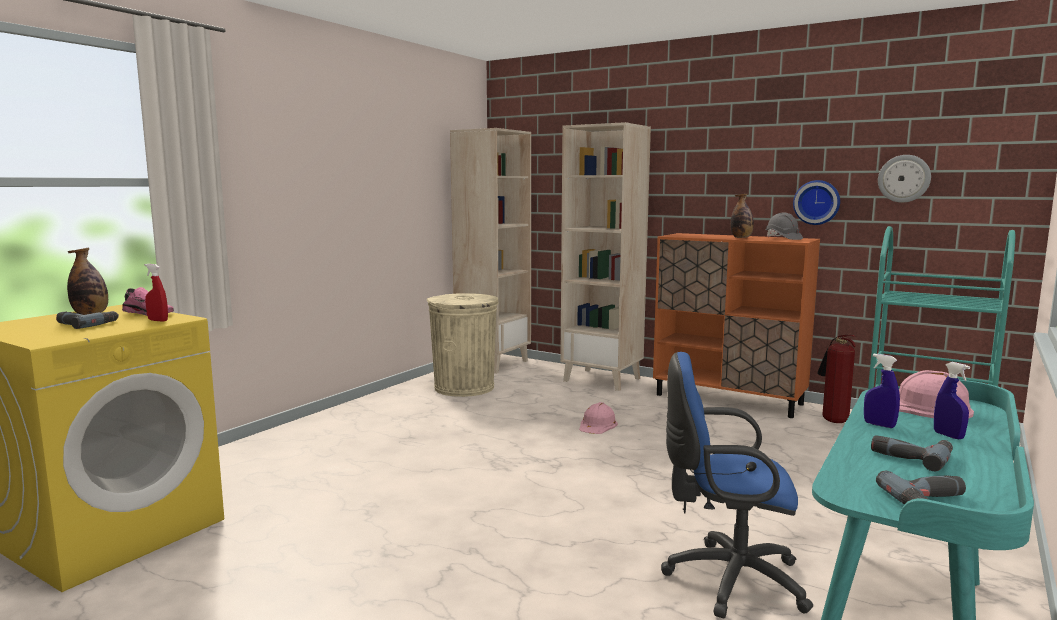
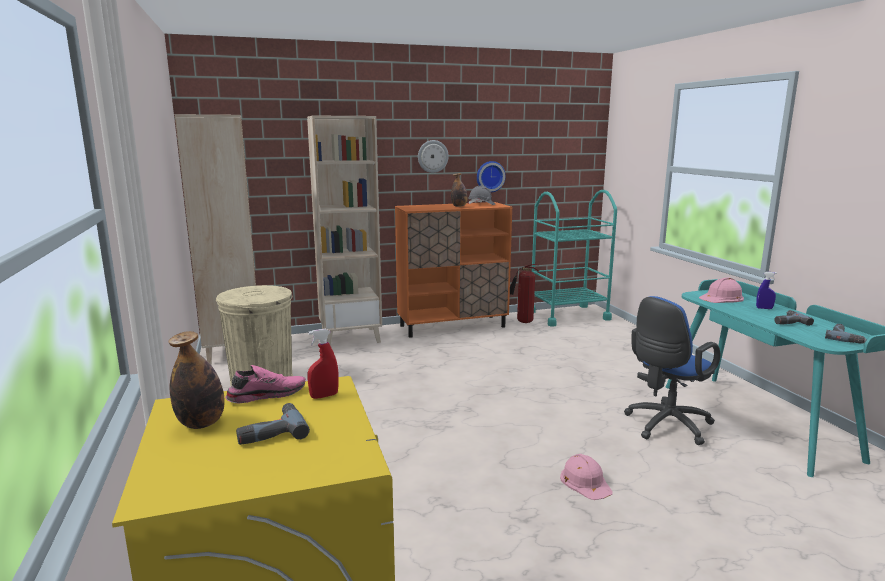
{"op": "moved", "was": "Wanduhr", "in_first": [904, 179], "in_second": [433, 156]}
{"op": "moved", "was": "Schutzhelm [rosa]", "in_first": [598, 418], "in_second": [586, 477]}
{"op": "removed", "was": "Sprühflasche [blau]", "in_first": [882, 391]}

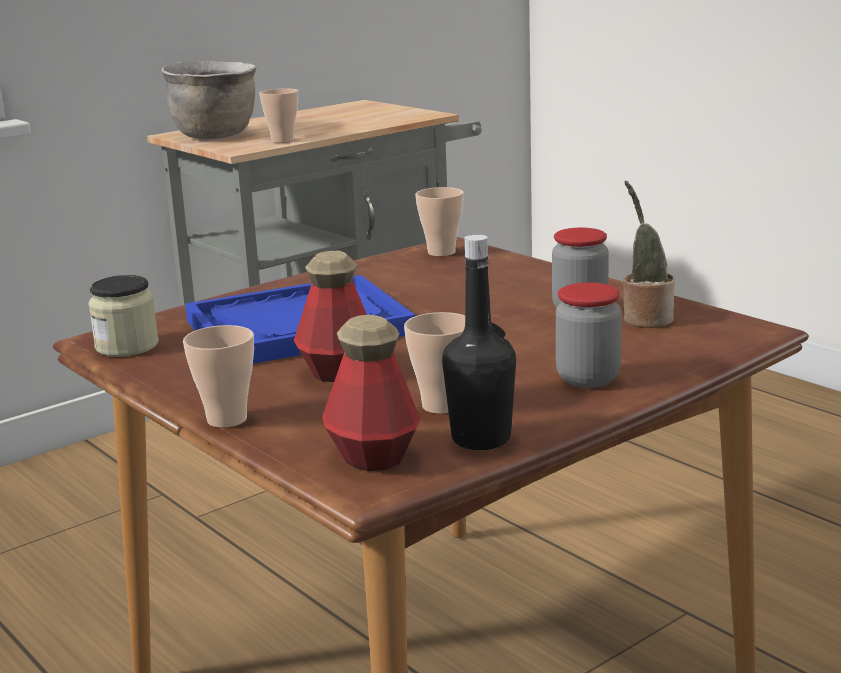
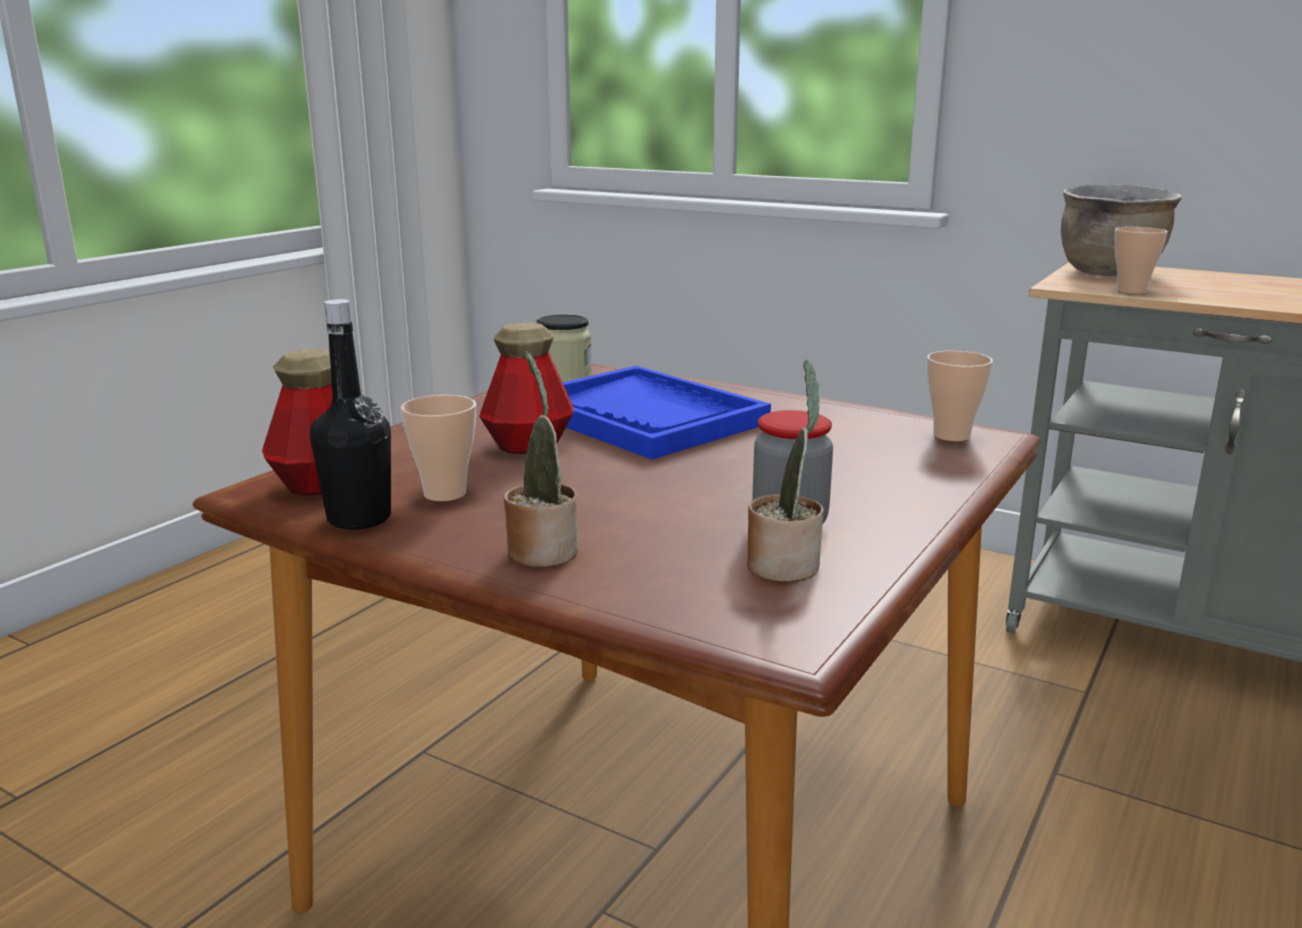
{"op": "replaced", "was": "Vorratsglas", "now": "Topfpflanze", "in_first": [589, 335], "in_second": [541, 459]}
{"op": "removed", "was": "Tasse", "in_first": [218, 376]}

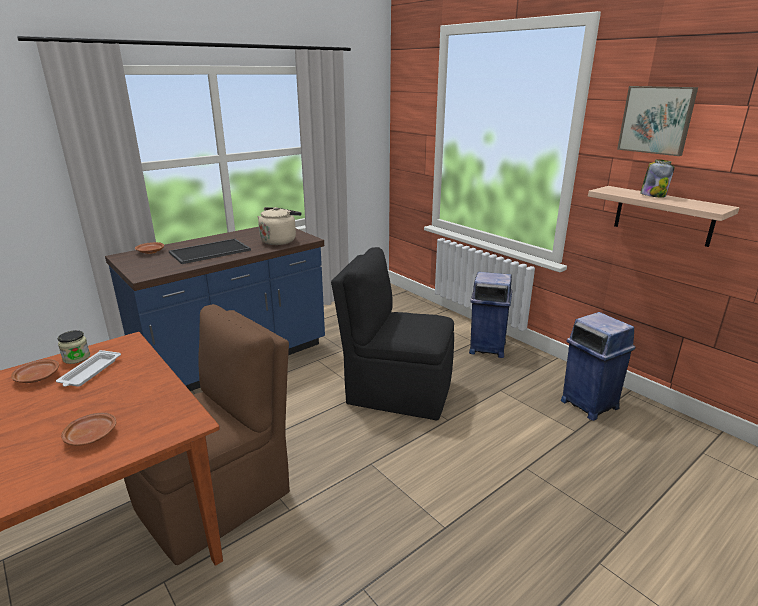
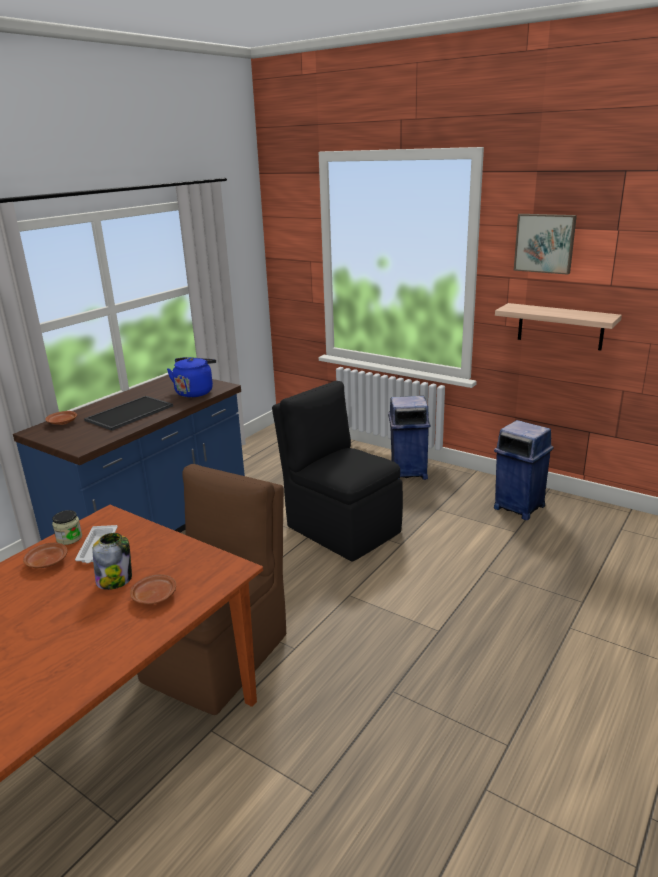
{"op": "moved", "was": "Vorratsglas", "in_first": [657, 178], "in_second": [112, 561]}
{"op": "recoloured", "was": "Wasserkessel [beige]", "now": "Wasserkessel [blau]", "in_first": [279, 226], "in_second": [191, 377]}
{"op": "turned", "was": "Stuhl [schwarz]", "in_first": [392, 333], "in_second": [337, 471], "clockwise": 45}

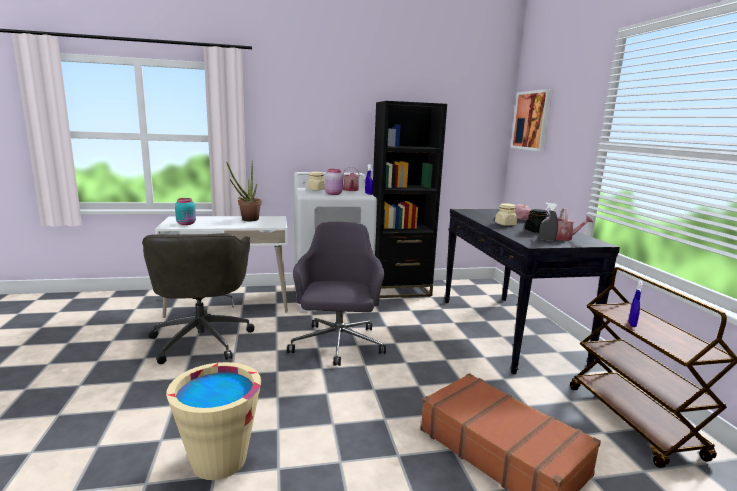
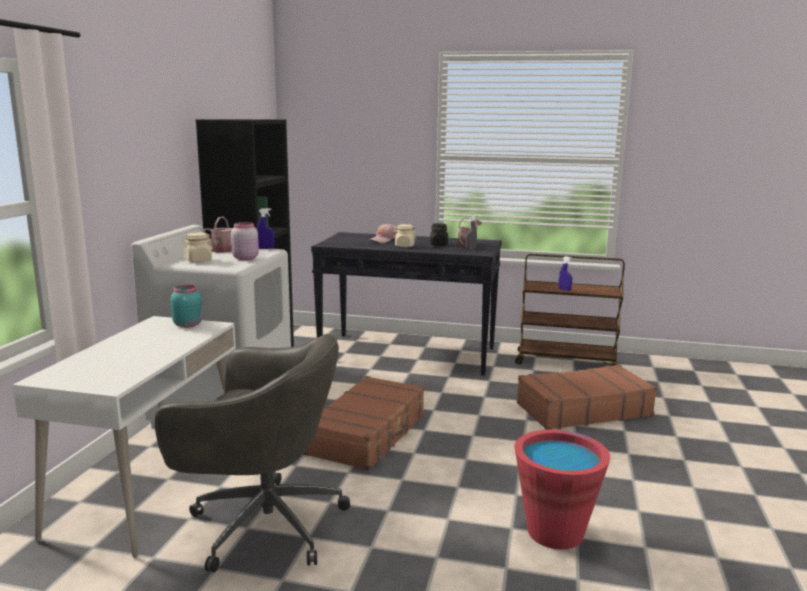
{"op": "moved", "was": "Vorratsglas [türkis]", "in_first": [185, 211], "in_second": [186, 306]}
{"op": "replaced", "was": "Bürostuhl [grau]", "now": "Koffer [braun]", "in_first": [336, 294], "in_second": [364, 423]}
{"op": "recoloured", "was": "Eimer [beige]", "now": "Eimer [rot]", "in_first": [213, 421], "in_second": [562, 489]}
{"op": "removed", "was": "Topfpflanze", "in_first": [244, 191]}
{"op": "removed", "was": "Bild", "in_first": [531, 120]}

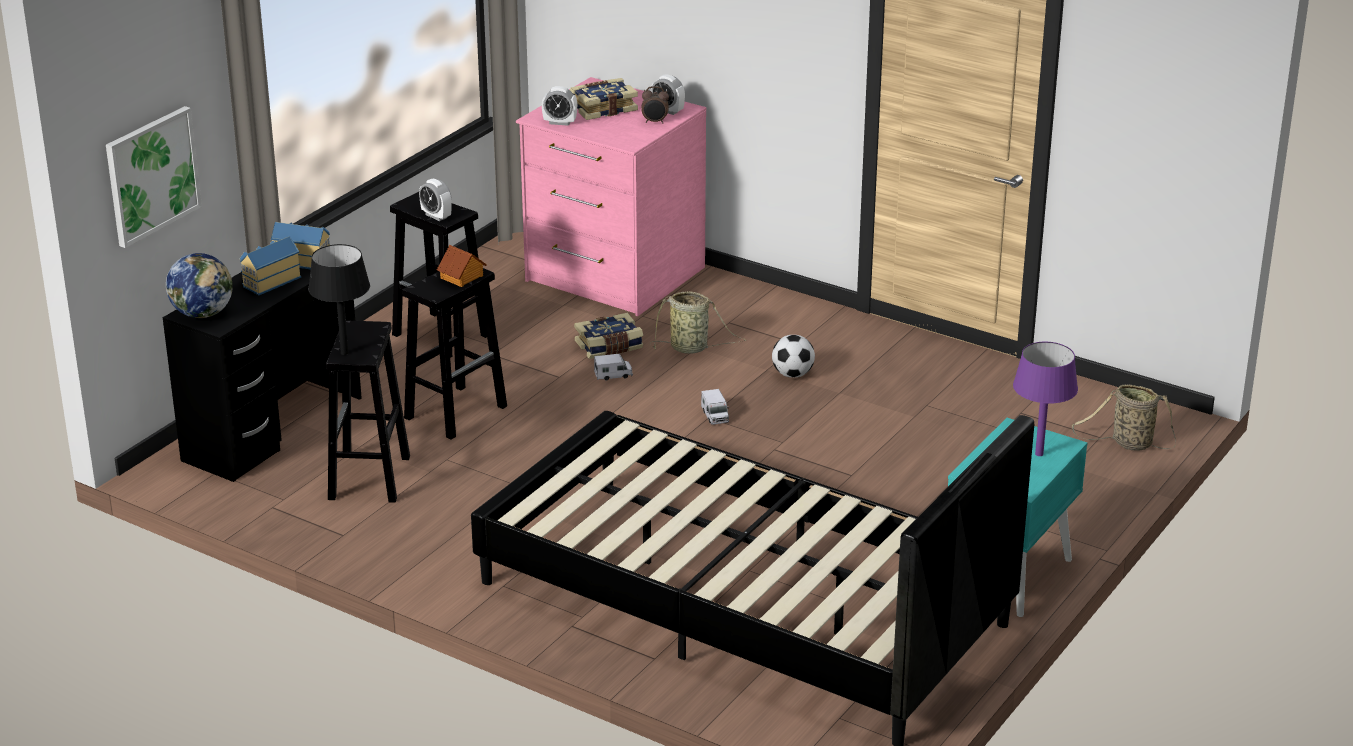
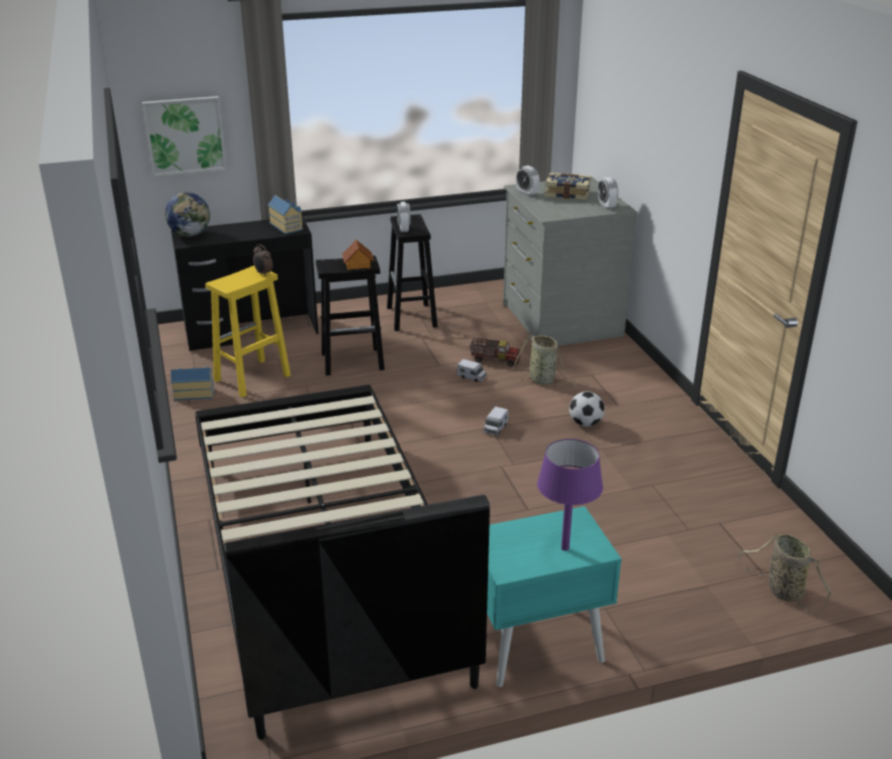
{"op": "moved", "was": "Spielzeughaus", "in_first": [270, 265], "in_second": [192, 384]}
{"op": "recoloured", "was": "Hocker [schwarz]", "now": "Hocker [gelb]", "in_first": [368, 412], "in_second": [248, 332]}
{"op": "moved", "was": "Wecker", "in_first": [655, 104], "in_second": [263, 260]}
{"op": "replaced", "was": "Buch", "now": "Spielzeuglaster", "in_first": [608, 336], "in_second": [495, 352]}
{"op": "recoloured", "was": "Kommode [rosa]", "now": "Kommode [grau]", "in_first": [611, 197], "in_second": [570, 261]}
{"op": "removed", "was": "Tischlampe [schwarz]", "in_first": [339, 299]}

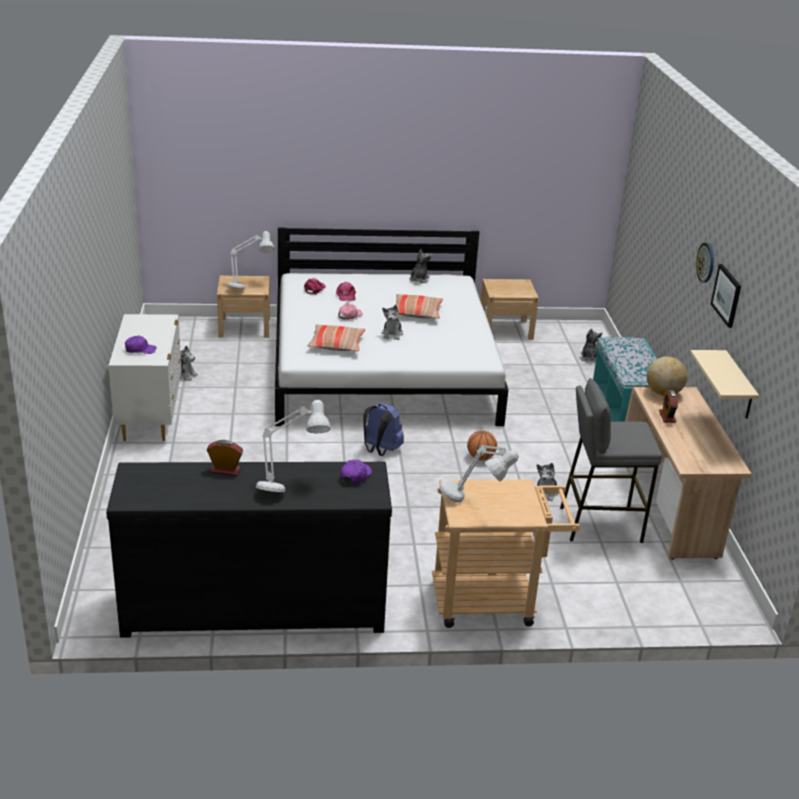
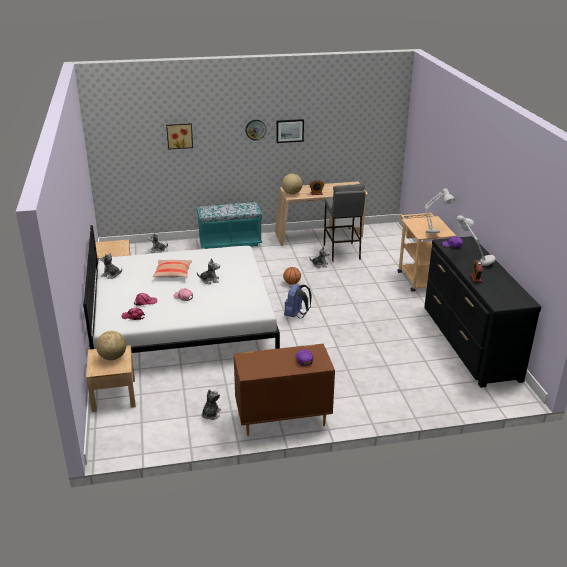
{"op": "replaced", "was": "Tischlampe [grau]", "now": "Globus", "in_first": [250, 260], "in_second": [111, 345]}
{"op": "added", "now": "Bild", "in_second": [179, 136]}
{"op": "recoloured", "was": "Kommode [weiß]", "now": "Kommode [braun]", "in_first": [145, 377], "in_second": [284, 390]}
{"op": "removed", "was": "Kissen", "in_first": [336, 338]}
{"op": "removed", "was": "Wandregal [beige]", "in_first": [724, 384]}

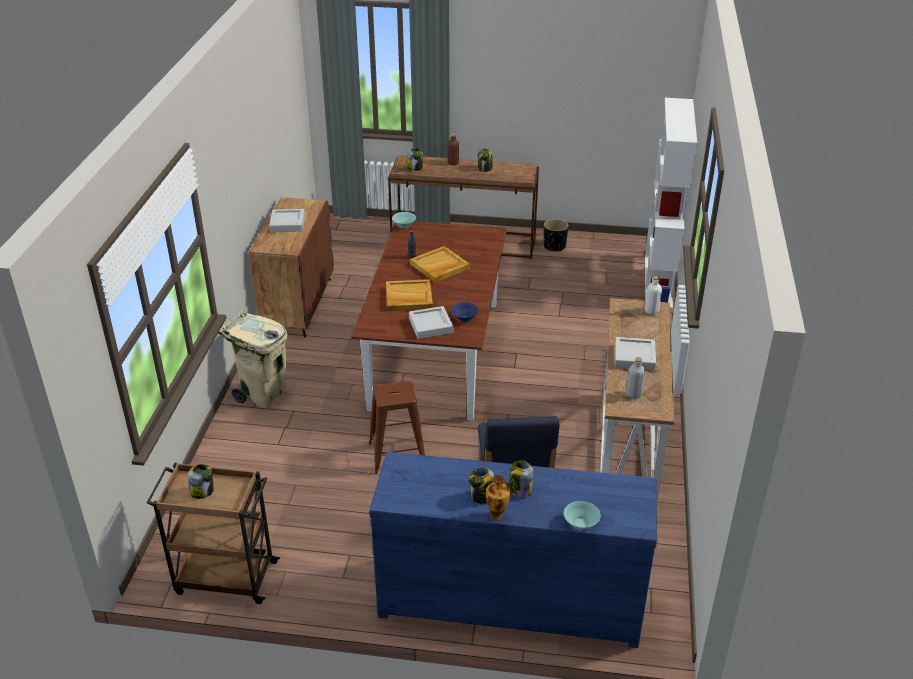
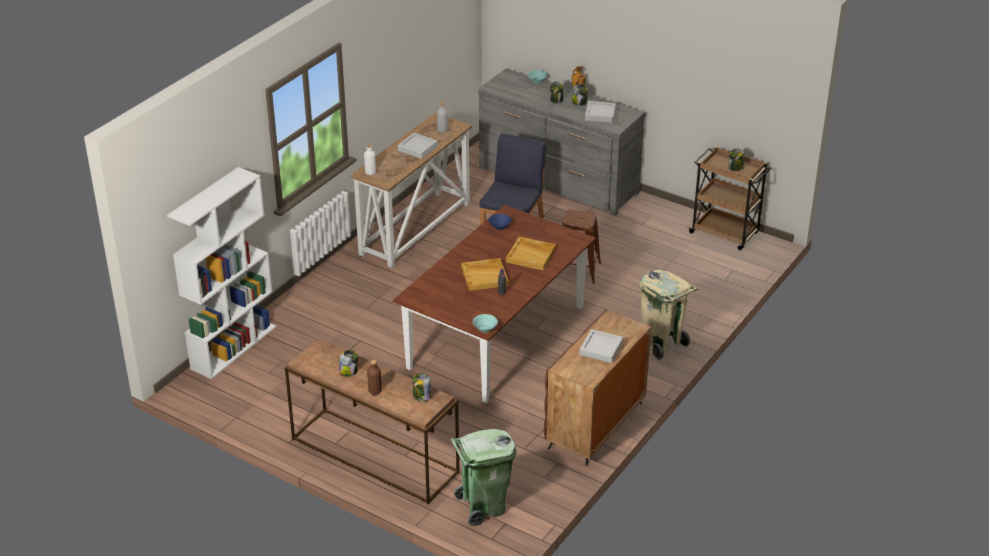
{"op": "added", "now": "Mülleimer [grün]", "in_second": [483, 478]}
{"op": "recoloured", "was": "Kommode [blau]", "now": "Kommode [grau]", "in_first": [513, 550], "in_second": [561, 142]}
{"op": "moved", "was": "Tablett [grau]", "in_first": [431, 322], "in_second": [600, 112]}
{"op": "removed", "was": "Pflanzkübel [schwarz]", "in_first": [556, 235]}

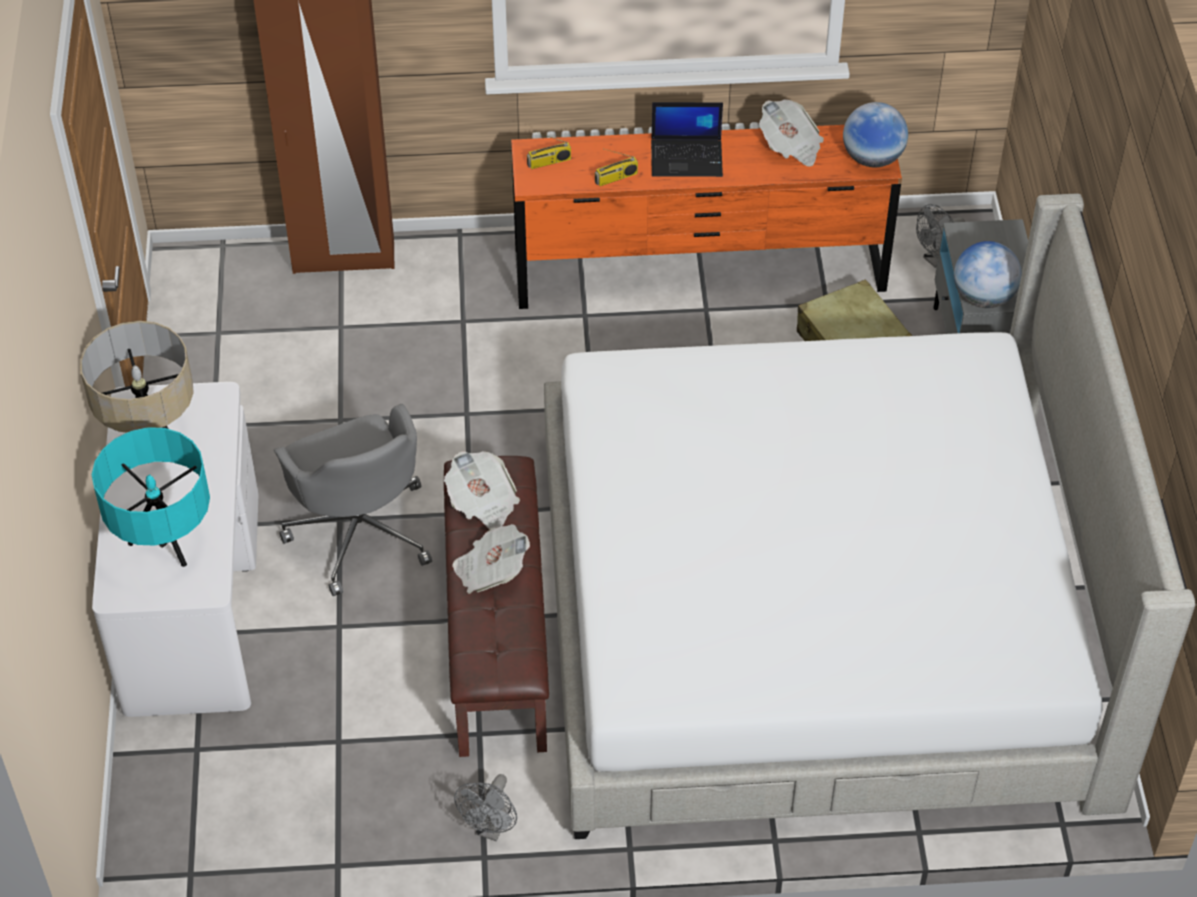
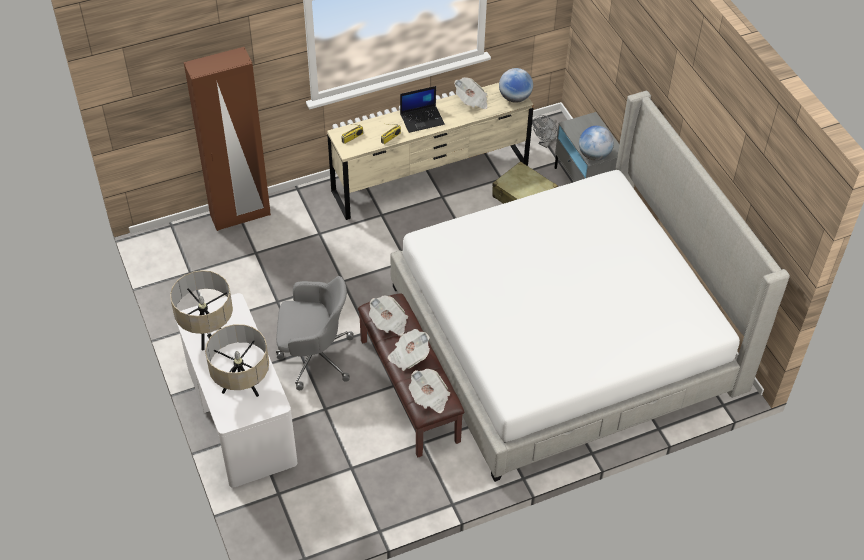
{"op": "recoloured", "was": "Tischlampe [türkis]", "now": "Tischlampe [beige]", "in_first": [151, 497], "in_second": [237, 360]}
{"op": "turned", "was": "Bürostuhl [grau]", "in_first": [353, 500], "in_second": [315, 333], "clockwise": -45}
{"op": "recoloured", "was": "Kommode [orange]", "now": "Kommode [beige]", "in_first": [706, 217], "in_second": [430, 151]}
{"op": "added", "now": "Zeitung", "in_second": [429, 391]}
{"op": "removed", "was": "Ventilator [grau]", "in_first": [485, 807]}

